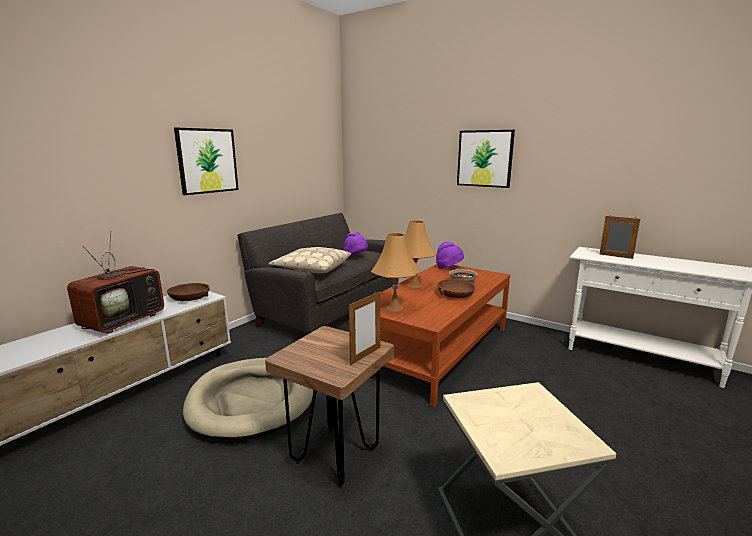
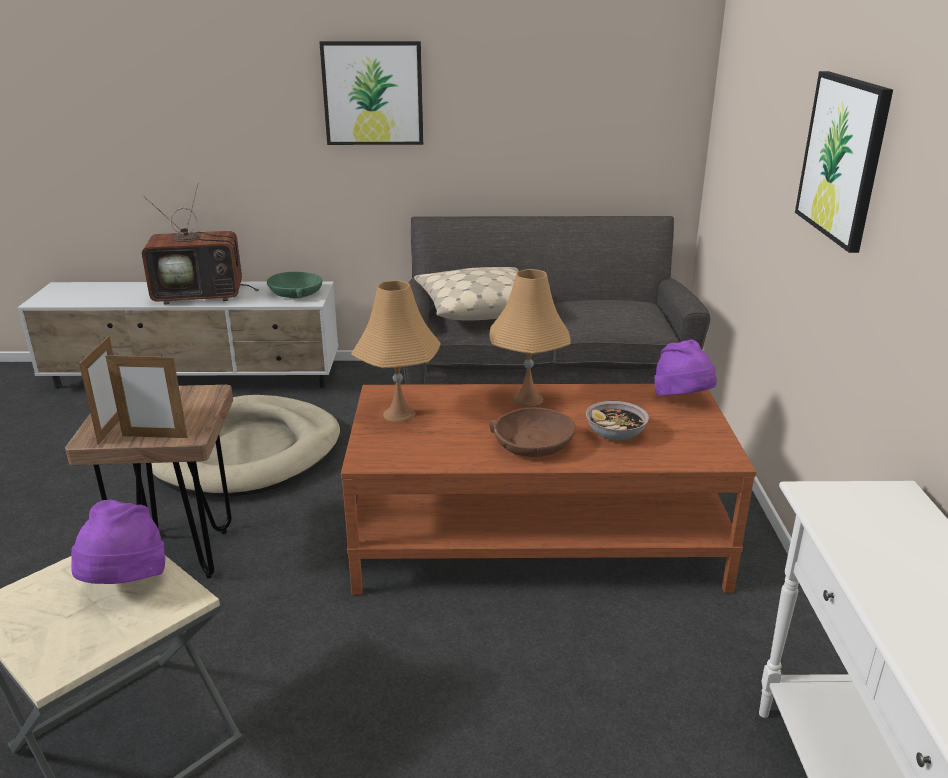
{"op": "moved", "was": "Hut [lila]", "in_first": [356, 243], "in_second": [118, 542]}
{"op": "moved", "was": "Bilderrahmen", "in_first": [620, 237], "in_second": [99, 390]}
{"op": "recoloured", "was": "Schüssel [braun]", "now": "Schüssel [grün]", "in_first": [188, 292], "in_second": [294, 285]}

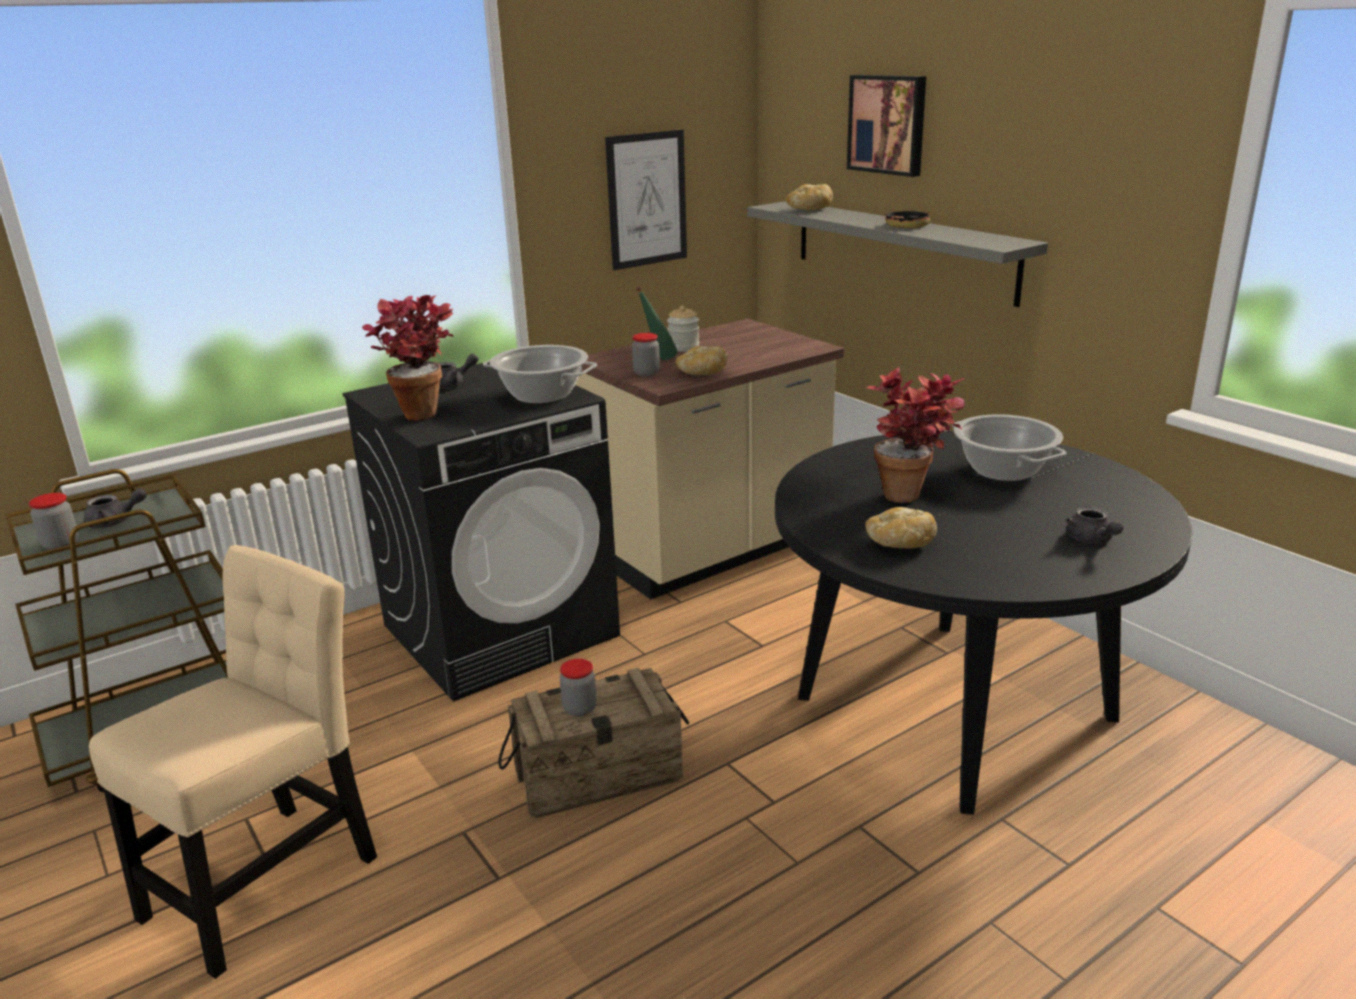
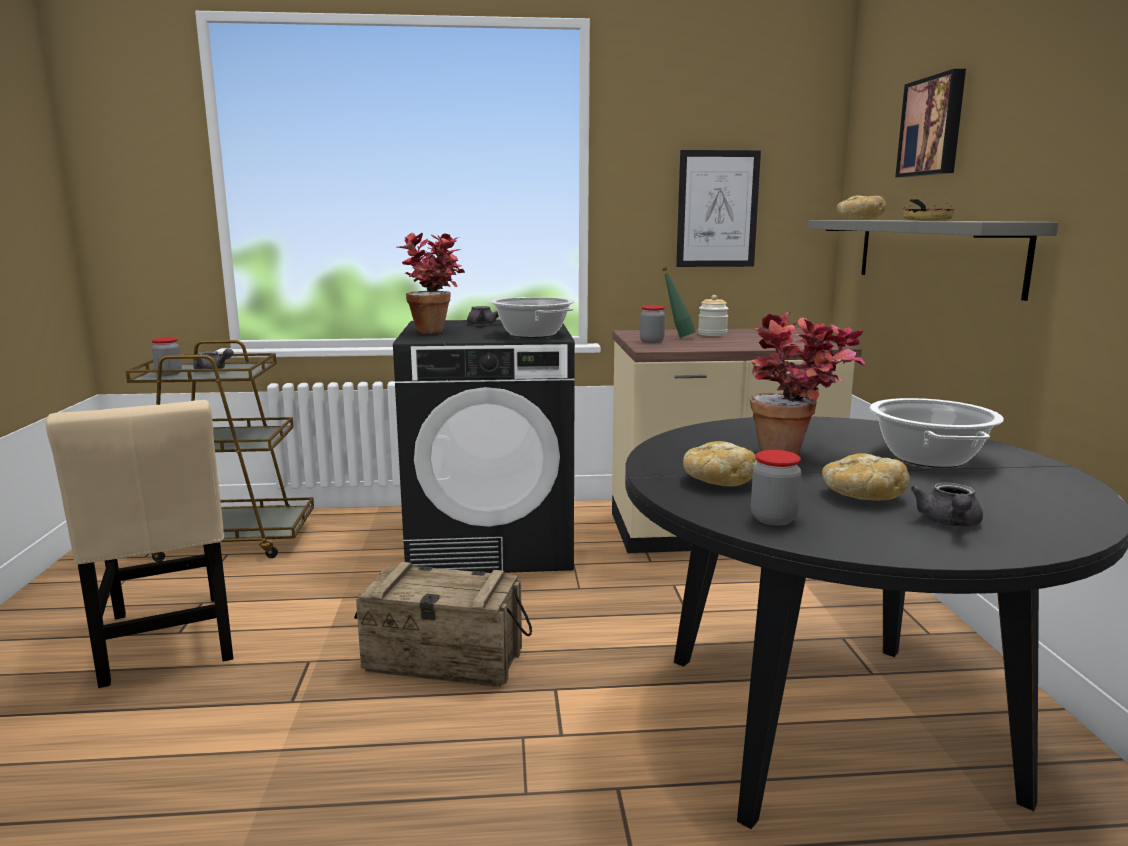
{"op": "turned", "was": "Stuhl [beige]", "in_first": [233, 762], "in_second": [139, 544], "clockwise": 90}
{"op": "moved", "was": "Vorratsglas", "in_first": [578, 687], "in_second": [776, 488]}
{"op": "moved", "was": "Brot", "in_first": [701, 360], "in_second": [866, 477]}

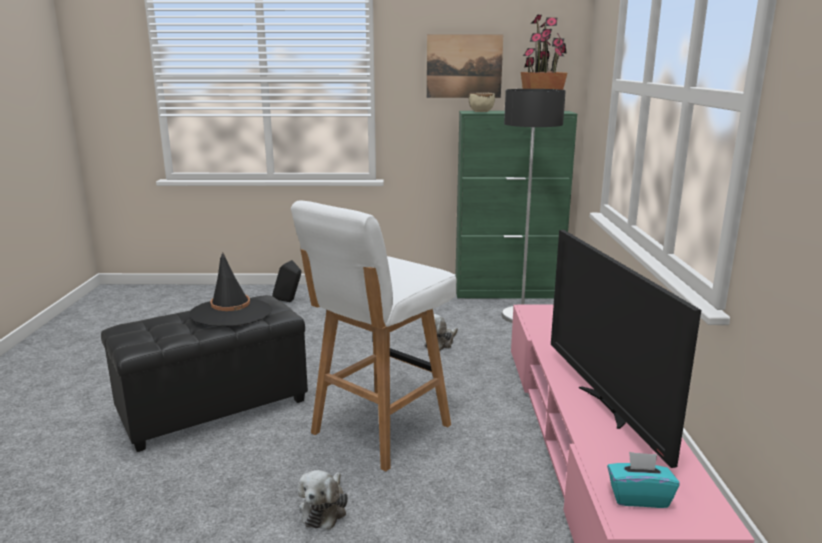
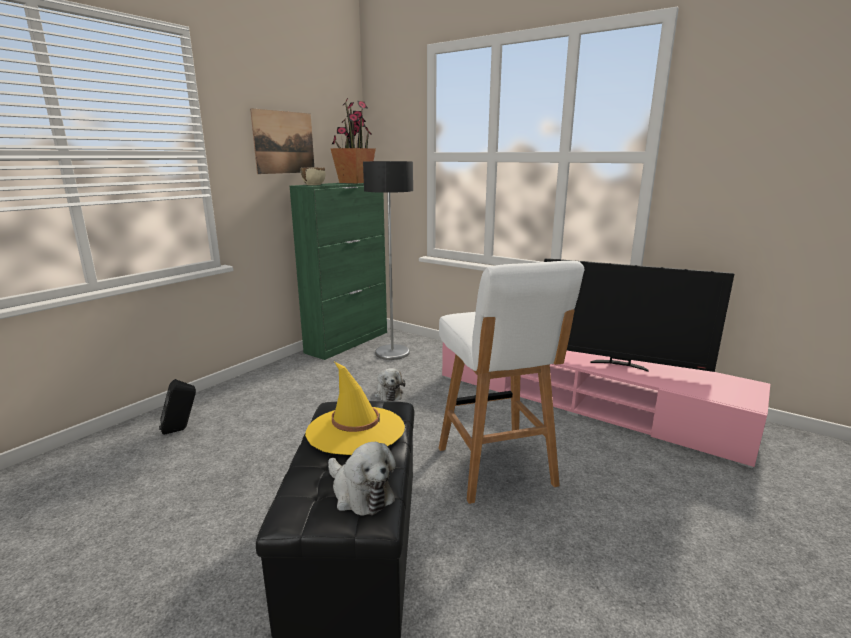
{"op": "recoloured", "was": "Hut [schwarz]", "now": "Hut [gelb]", "in_first": [230, 289], "in_second": [355, 408]}
{"op": "moved", "was": "Plüschtier", "in_first": [323, 500], "in_second": [362, 479]}
{"op": "removed", "was": "Taschentuchbox [türkis]", "in_first": [643, 480]}

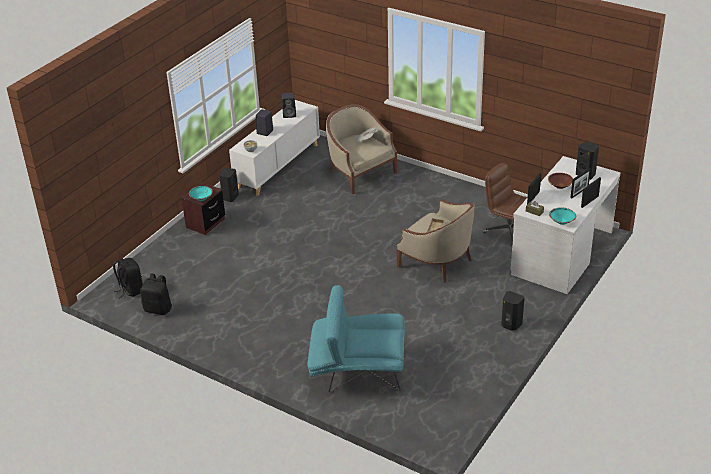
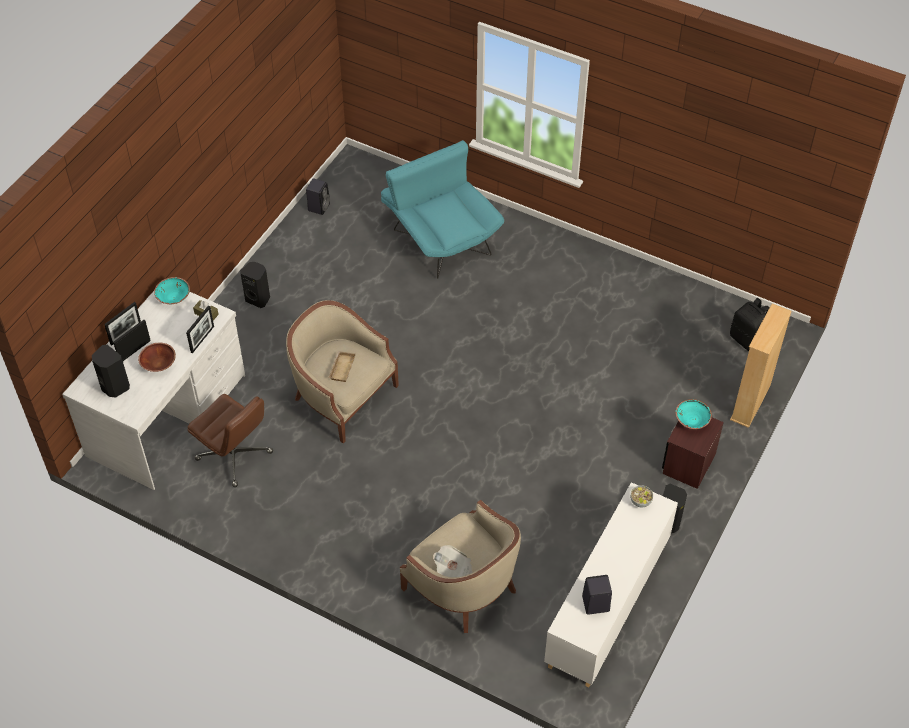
{"op": "moved", "was": "Lautsprecher [schwarz]", "in_first": [264, 122], "in_second": [318, 196]}
{"op": "turned", "was": "Sessel [türkis]", "in_first": [356, 338], "in_second": [442, 209], "clockwise": -120}
{"op": "added", "now": "Bücherregal [beige]", "in_second": [761, 366]}
{"op": "removed", "was": "Rucksack [schwarz]", "in_first": [156, 294]}

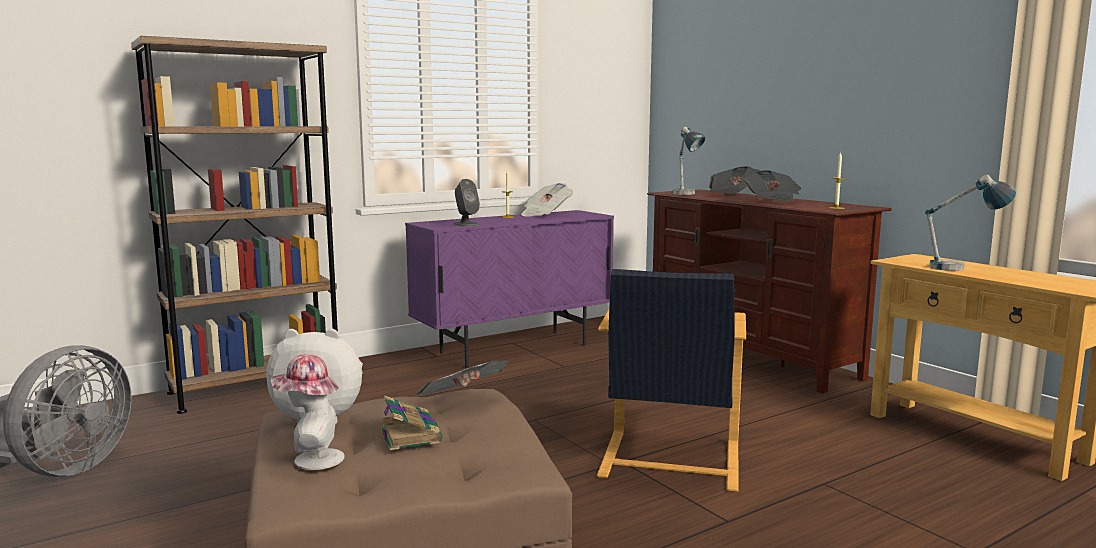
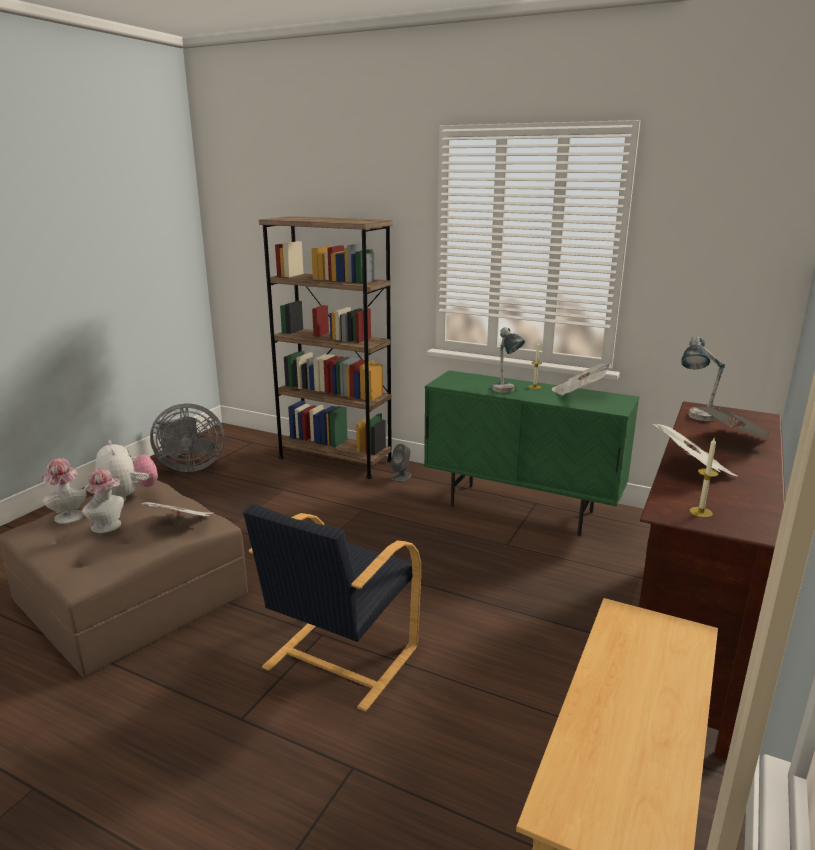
{"op": "replaced", "was": "Buch", "now": "Hut", "in_first": [411, 422], "in_second": [103, 500]}
{"op": "turned", "was": "Sessel [schwarz]", "in_first": [671, 380], "in_second": [332, 608], "clockwise": -45}
{"op": "moved", "was": "Lautsprecher [grau]", "in_first": [467, 203], "in_second": [401, 463]}
{"op": "recoloured", "was": "Schrank [lila]", "now": "Schrank [grün]", "in_first": [509, 289], "in_second": [531, 453]}
{"op": "moved", "was": "Tischlampe", "in_first": [970, 223], "in_second": [508, 360]}

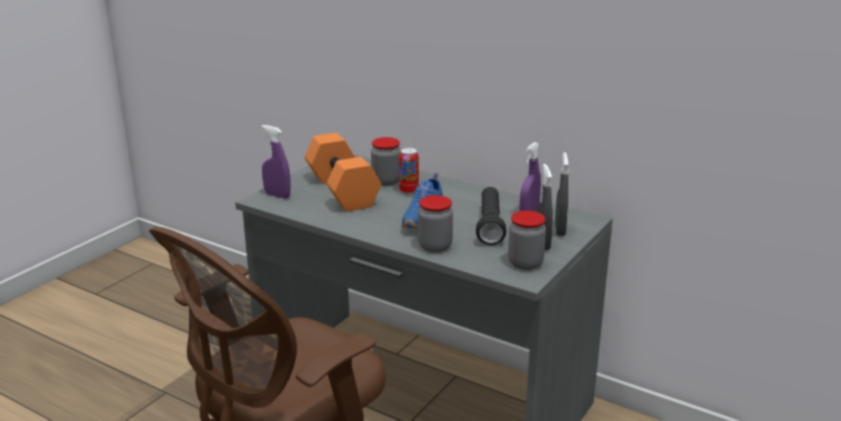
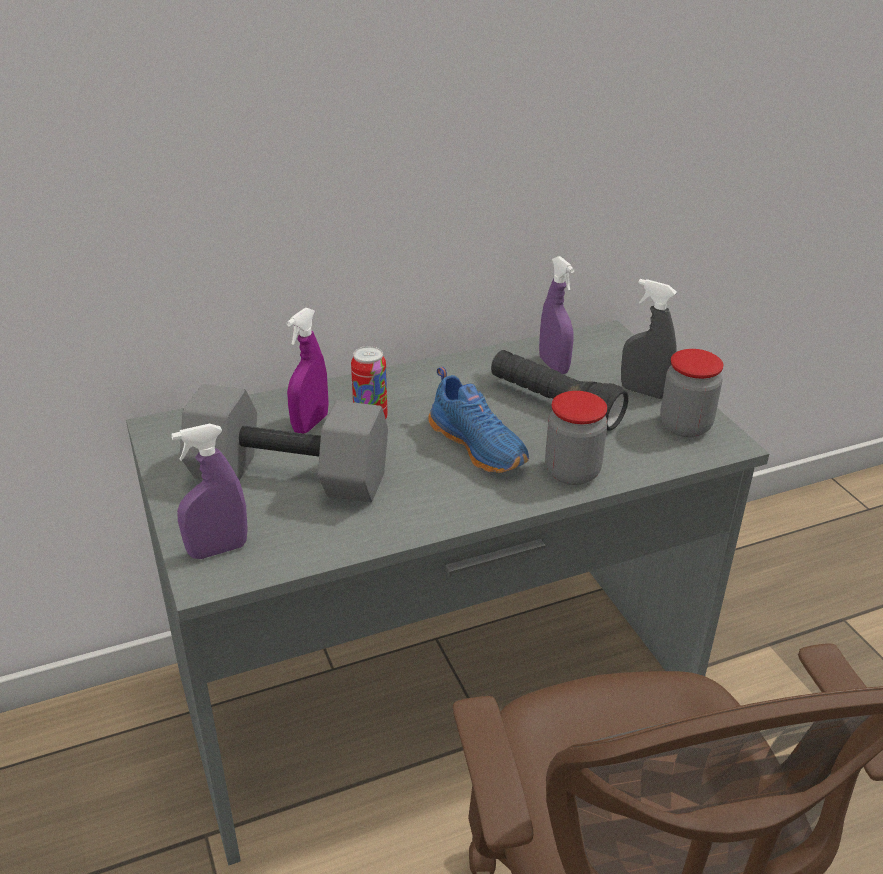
{"op": "recoloured", "was": "Hantel [orange]", "now": "Hantel [grau]", "in_first": [343, 172], "in_second": [284, 443]}
{"op": "replaced", "was": "Vorratsglas", "now": "Sprühflasche [lila]", "in_first": [386, 161], "in_second": [307, 371]}
{"op": "removed", "was": "Sprühflasche [grau]", "in_first": [562, 194]}

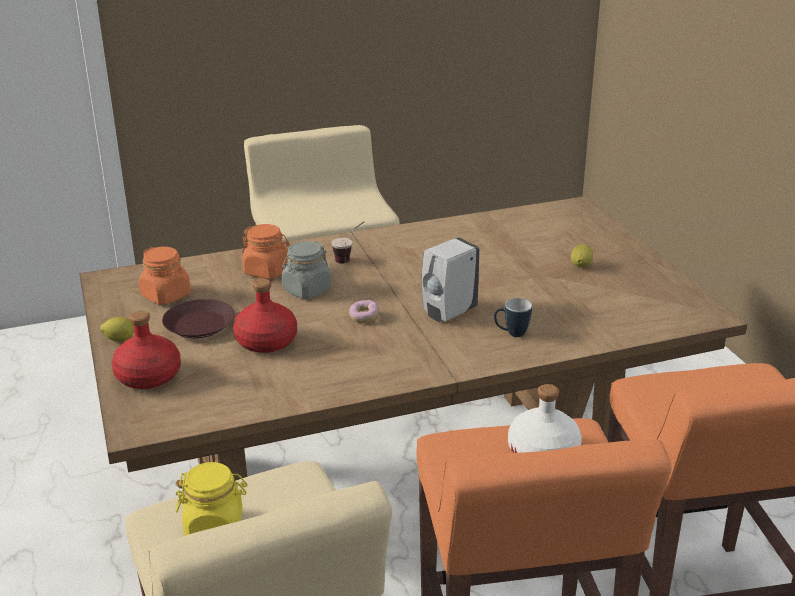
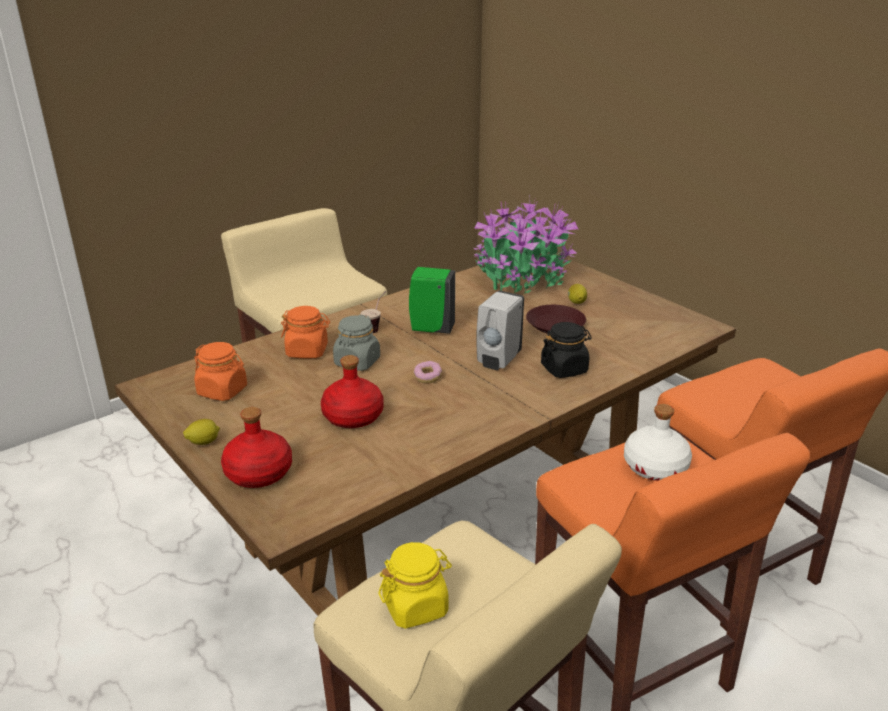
{"op": "added", "now": "Seifenspender [grün]", "in_second": [432, 300]}
{"op": "added", "now": "Topfpflanze", "in_second": [526, 245]}
{"op": "moved", "was": "Teller [braun]", "in_first": [198, 318], "in_second": [556, 319]}
{"op": "replaced", "was": "Henkelbecher", "now": "Vorratsglas [schwarz]", "in_first": [513, 317], "in_second": [566, 350]}

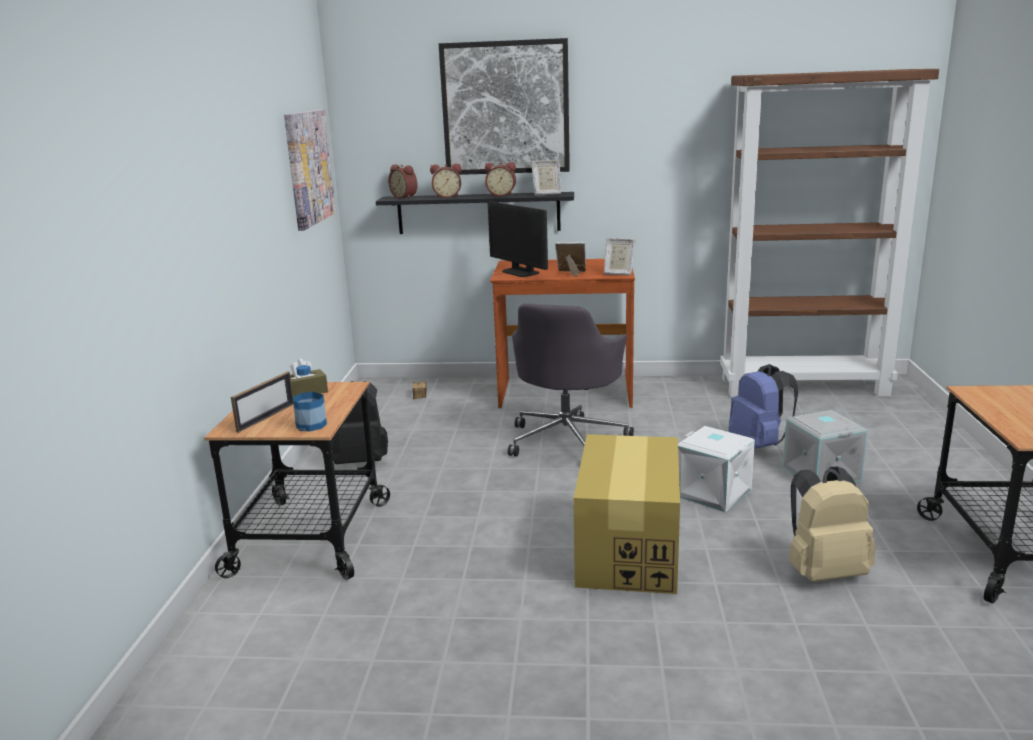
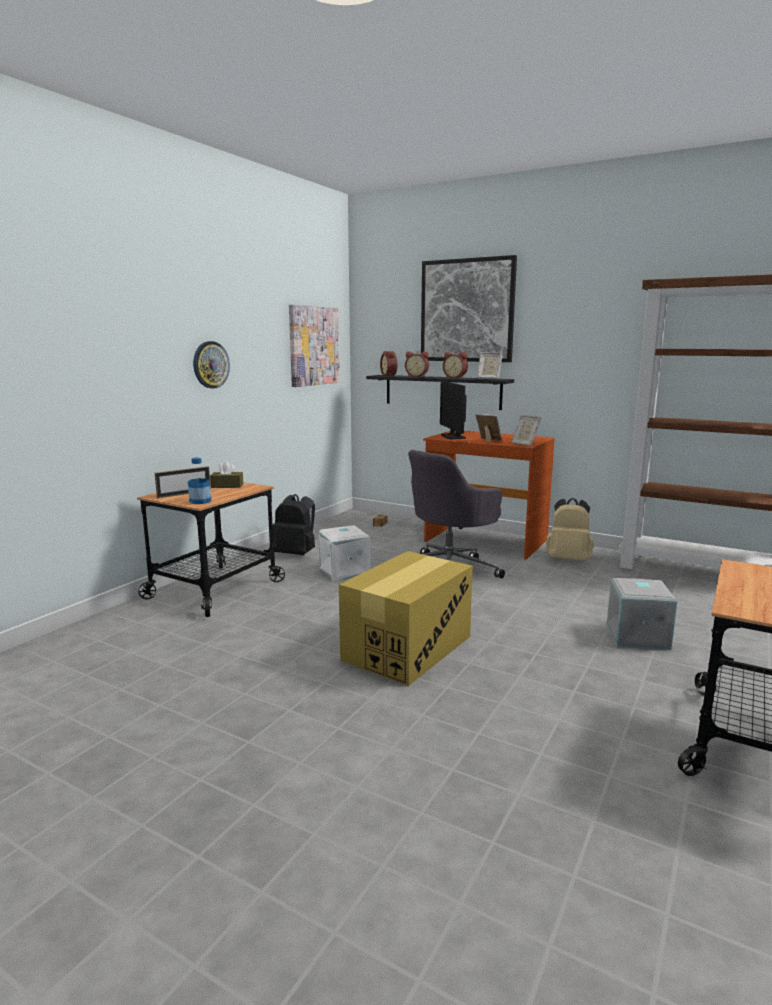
{"op": "added", "now": "Wanduhr", "in_second": [211, 364]}
{"op": "moved", "was": "Aufbewahrungsbox [weiß]", "in_first": [716, 469], "in_second": [344, 553]}
{"op": "moved", "was": "Rucksack [beige]", "in_first": [832, 524], "in_second": [569, 529]}
{"op": "removed", "was": "Rucksack [blau]", "in_first": [763, 406]}

